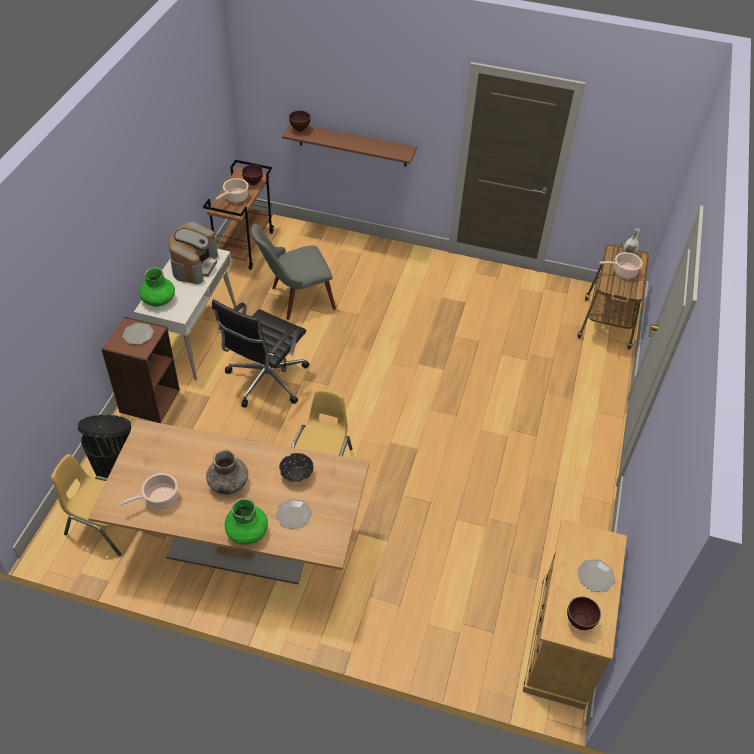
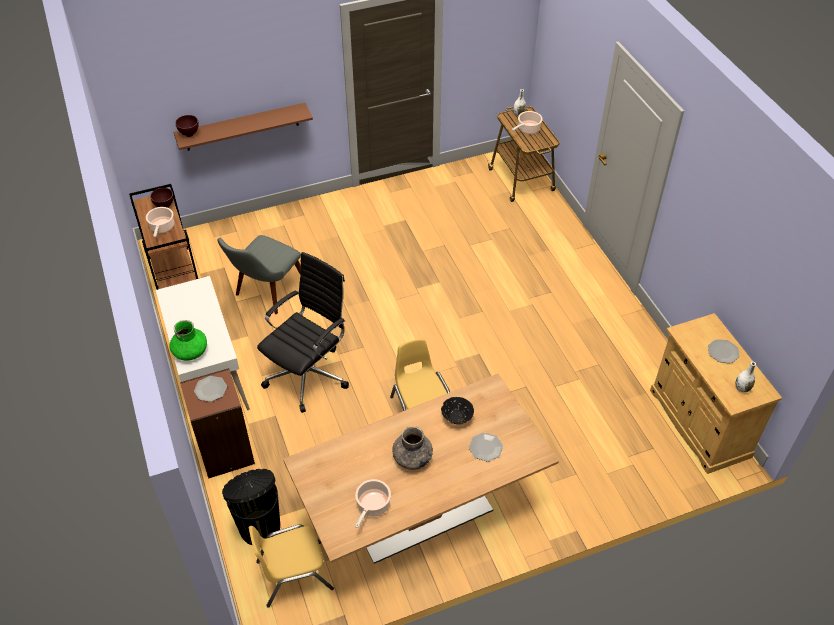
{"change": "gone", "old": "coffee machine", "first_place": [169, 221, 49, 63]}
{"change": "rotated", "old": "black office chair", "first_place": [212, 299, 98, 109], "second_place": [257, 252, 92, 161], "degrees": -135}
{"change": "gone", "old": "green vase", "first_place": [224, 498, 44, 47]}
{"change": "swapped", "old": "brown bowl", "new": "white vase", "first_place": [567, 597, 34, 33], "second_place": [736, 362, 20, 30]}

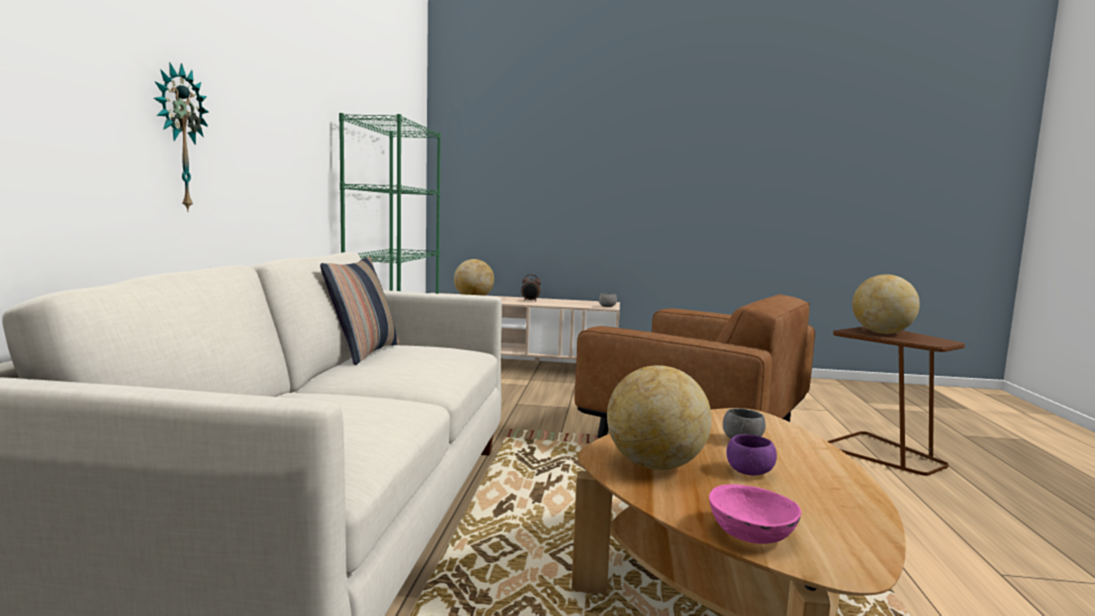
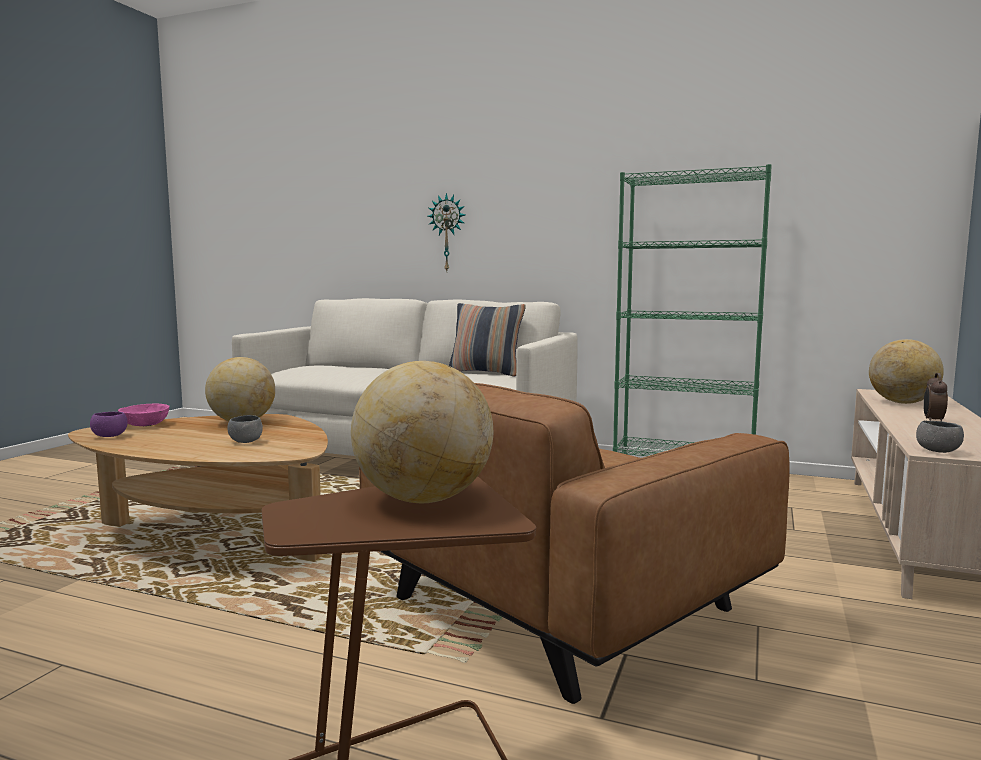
{"change": "shifted", "old": "purple bowl", "first_place": [726, 434, 51, 41], "second_place": [90, 412, 38, 25]}

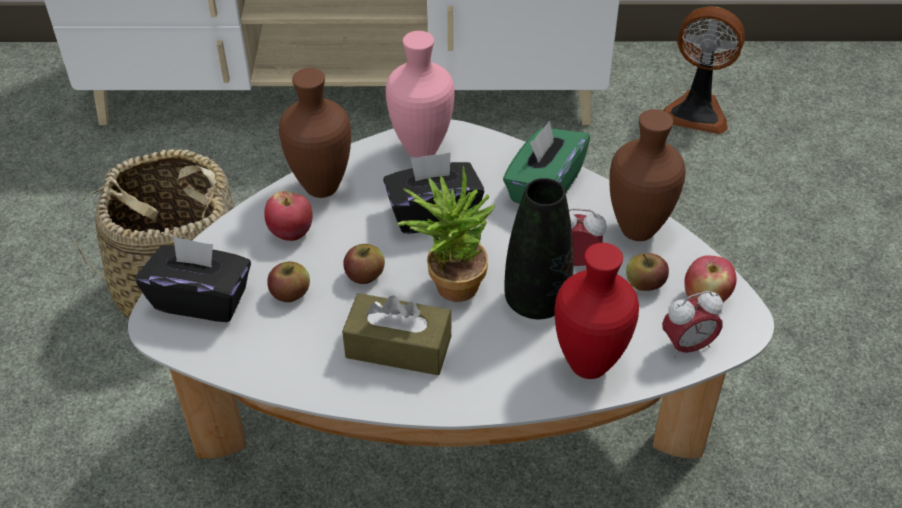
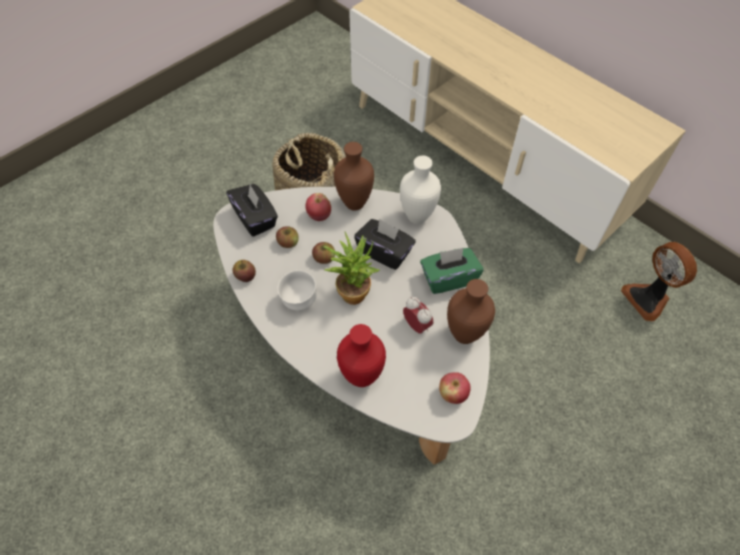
{"change": "repainted", "old": "pink vase", "new": "white vase", "first_place": [386, 31, 69, 127], "second_place": [400, 156, 41, 68]}
{"change": "gone", "old": "black vase", "first_place": [505, 178, 69, 141]}
{"change": "shifted", "old": "apple", "first_place": [626, 253, 43, 38], "second_place": [233, 260, 23, 22]}
{"change": "gone", "old": "alarm clock", "first_place": [662, 291, 61, 67]}
{"change": "swapped", "old": "brown tissue box", "new": "white bowl", "first_place": [342, 293, 110, 82], "second_place": [277, 270, 40, 40]}

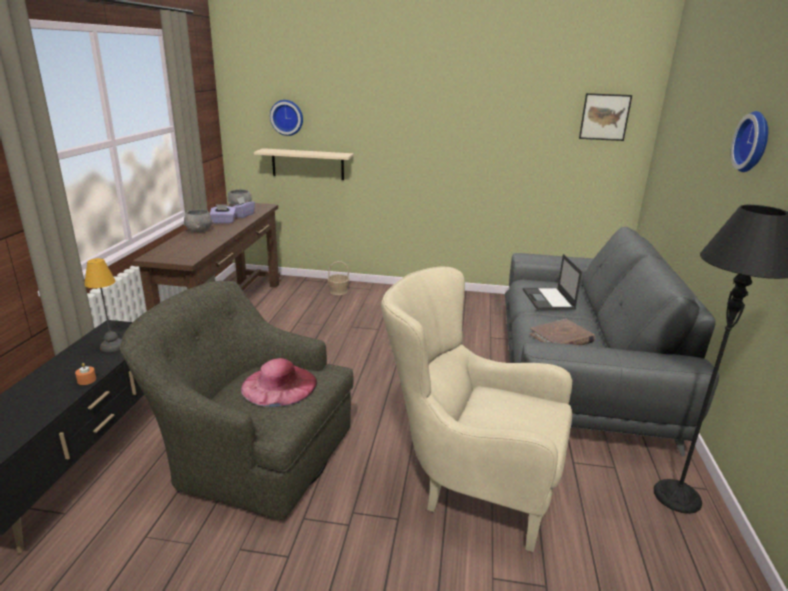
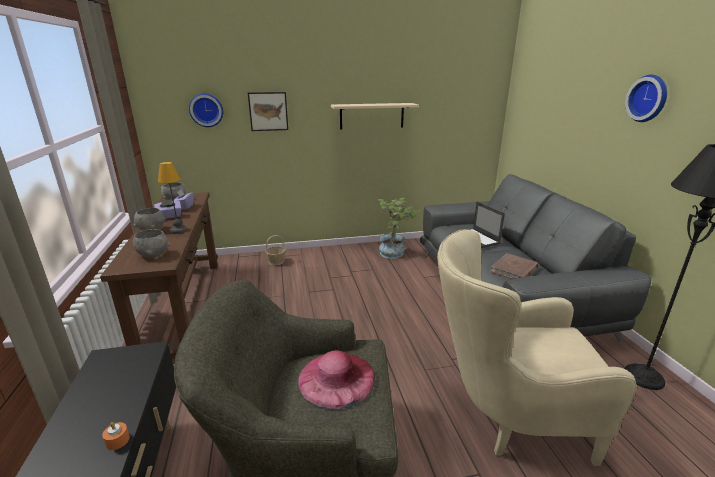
{"change": "shifted", "old": "picture", "first_place": [579, 93, 53, 48], "second_place": [248, 92, 40, 39]}
{"change": "shifted", "old": "beige shelf", "first_place": [254, 148, 100, 32], "second_place": [331, 103, 88, 26]}
{"change": "shifted", "old": "table lamp", "first_place": [84, 258, 38, 94], "second_place": [158, 162, 30, 72]}
{"change": "new", "new": "potted plant", "second_place": [378, 198, 41, 61]}
{"change": "new", "new": "grey bowl", "second_place": [133, 229, 37, 29]}

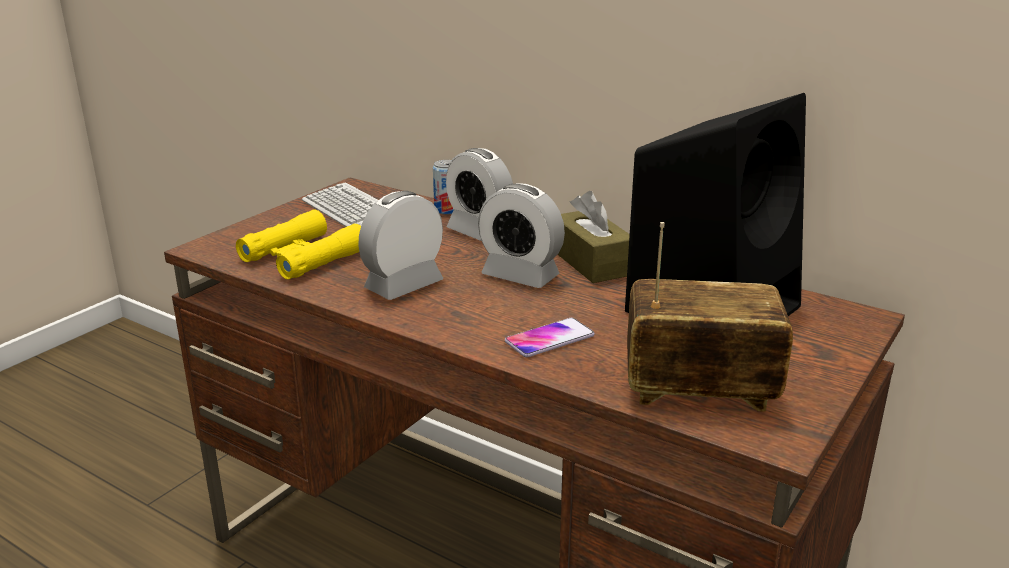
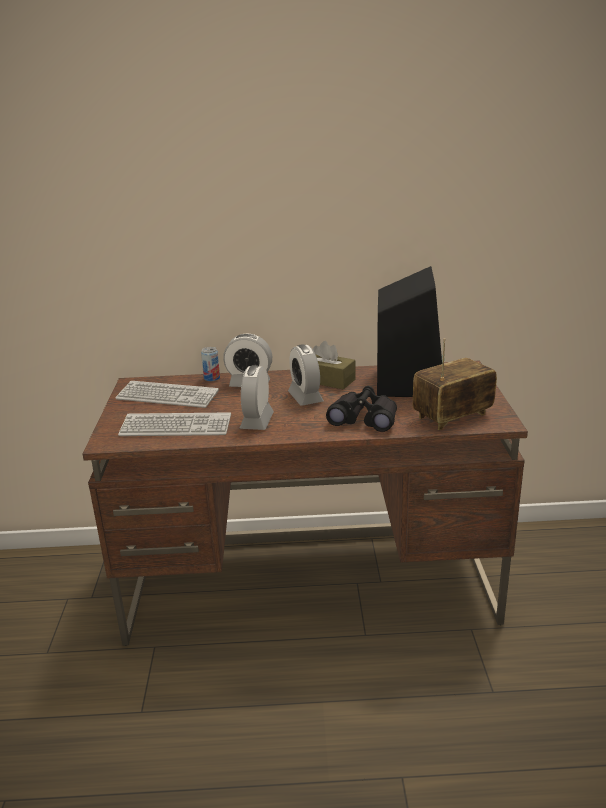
{"change": "rotated", "old": "alarm clock", "first_place": [478, 183, 87, 105], "second_place": [288, 344, 36, 62], "degrees": 75}
{"change": "swapped", "old": "yellow binoculars", "new": "keyboard", "first_place": [236, 210, 125, 69], "second_place": [118, 413, 113, 23]}
{"change": "swapped", "old": "phone", "new": "black binoculars", "first_place": [505, 318, 90, 39], "second_place": [326, 386, 71, 46]}

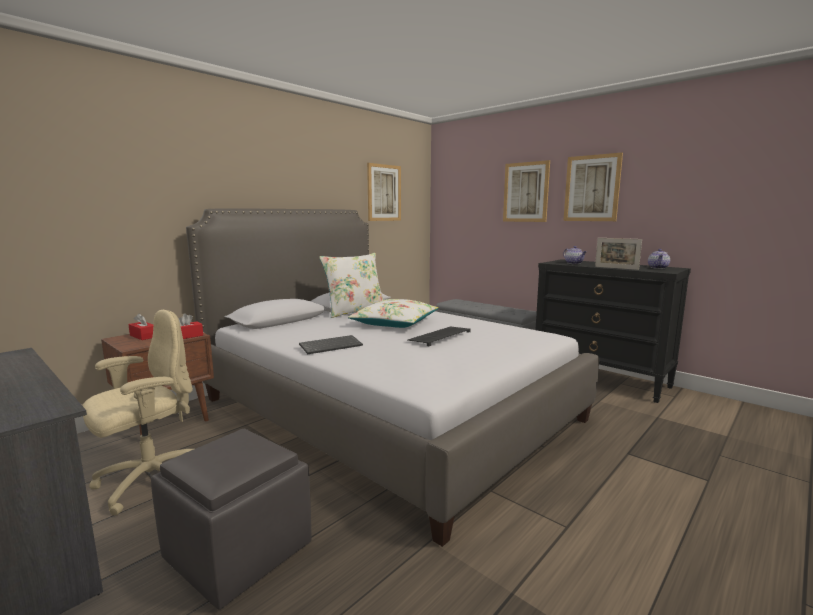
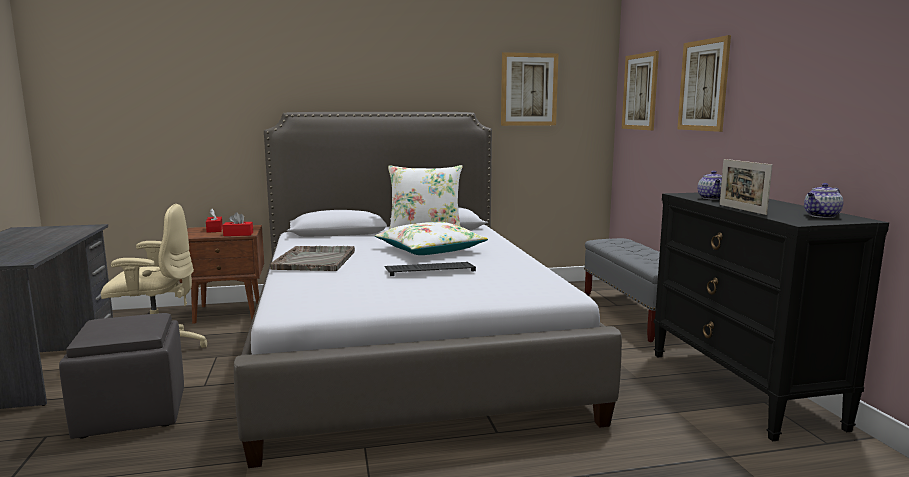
{"change": "shifted", "old": "picture", "first_place": [564, 152, 59, 69], "second_place": [622, 51, 37, 79]}
{"change": "swapped", "old": "keyboard", "new": "grey tray", "first_place": [299, 335, 64, 19], "second_place": [270, 246, 85, 25]}

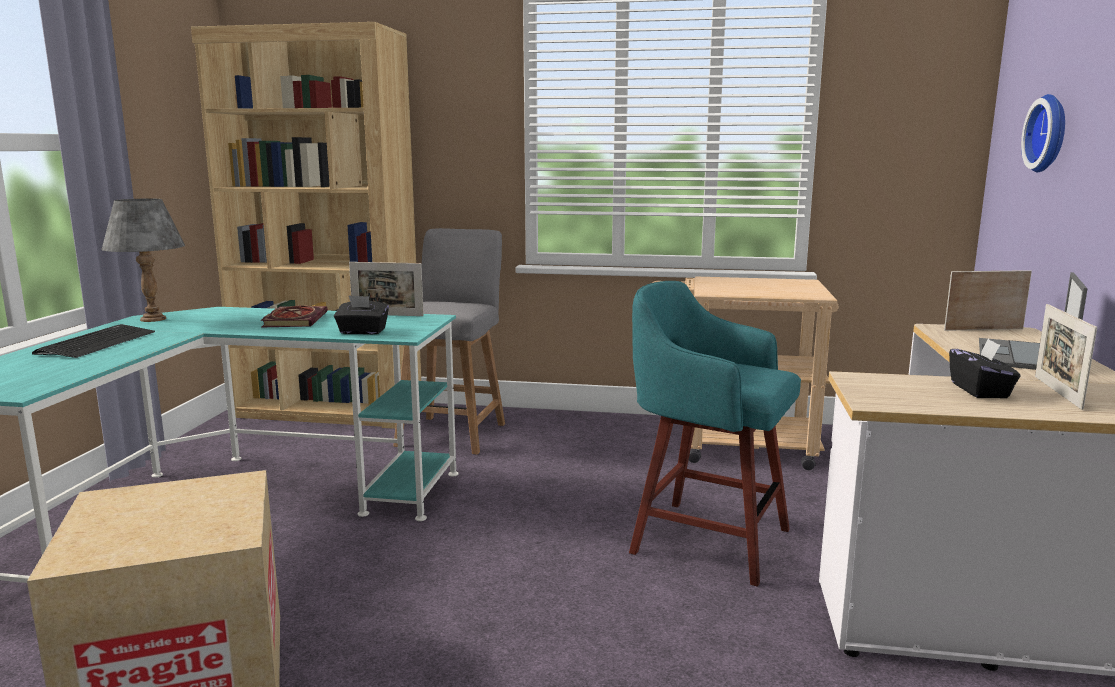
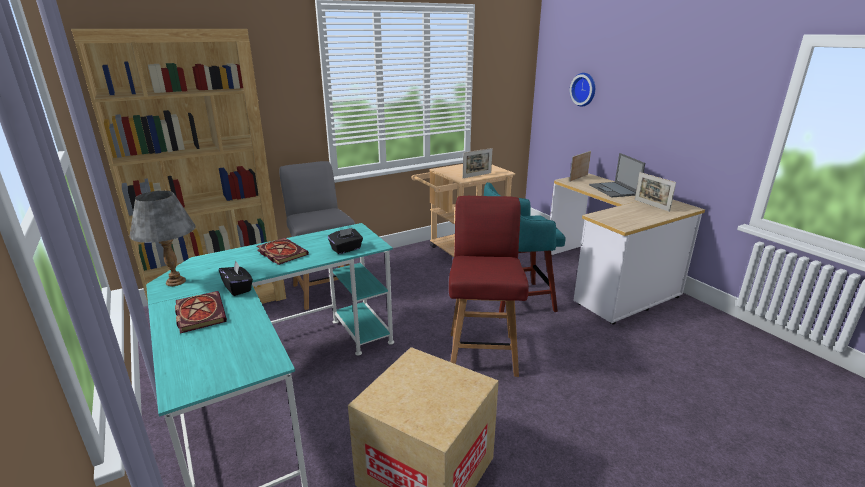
{"change": "shifted", "old": "picture frame", "first_place": [349, 262, 75, 54], "second_place": [463, 148, 29, 30]}
{"change": "swapped", "old": "keyboard", "new": "book", "first_place": [32, 324, 123, 34], "second_place": [175, 291, 52, 42]}
{"change": "shifted", "old": "black tissue box", "first_place": [949, 338, 71, 60], "second_place": [219, 260, 34, 36]}
{"change": "new", "new": "red chair", "second_place": [449, 196, 80, 181]}

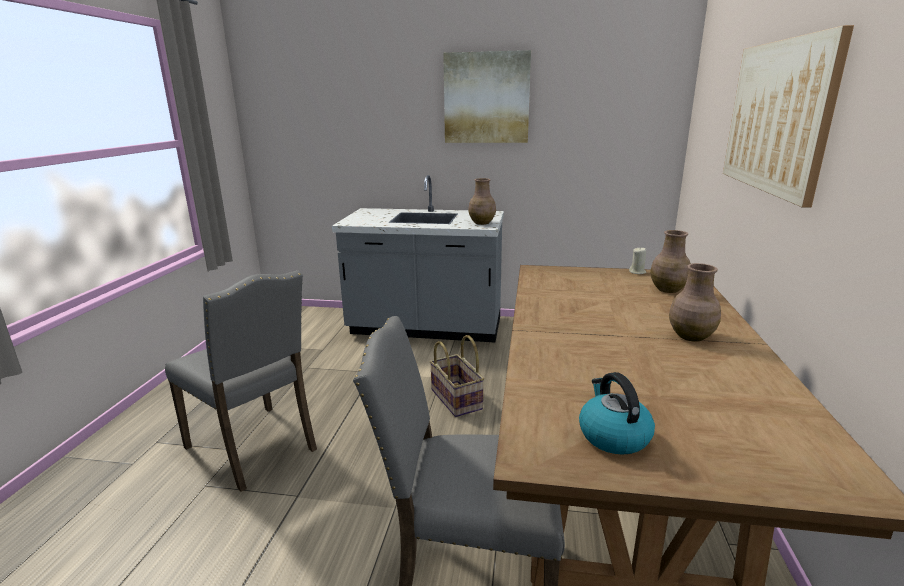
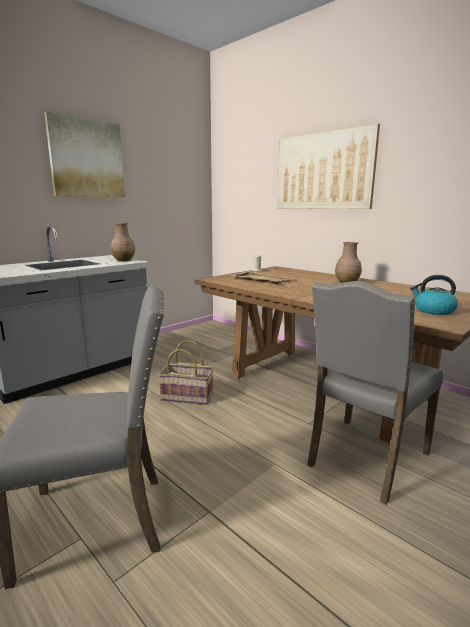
{"change": "gone", "old": "brown vase", "first_place": [650, 230, 41, 63]}
{"change": "new", "new": "beige tray", "second_place": [230, 271, 65, 13]}

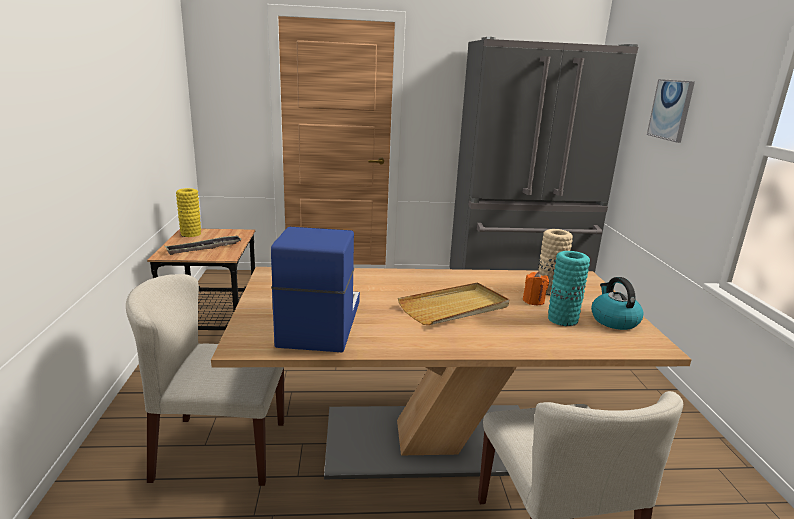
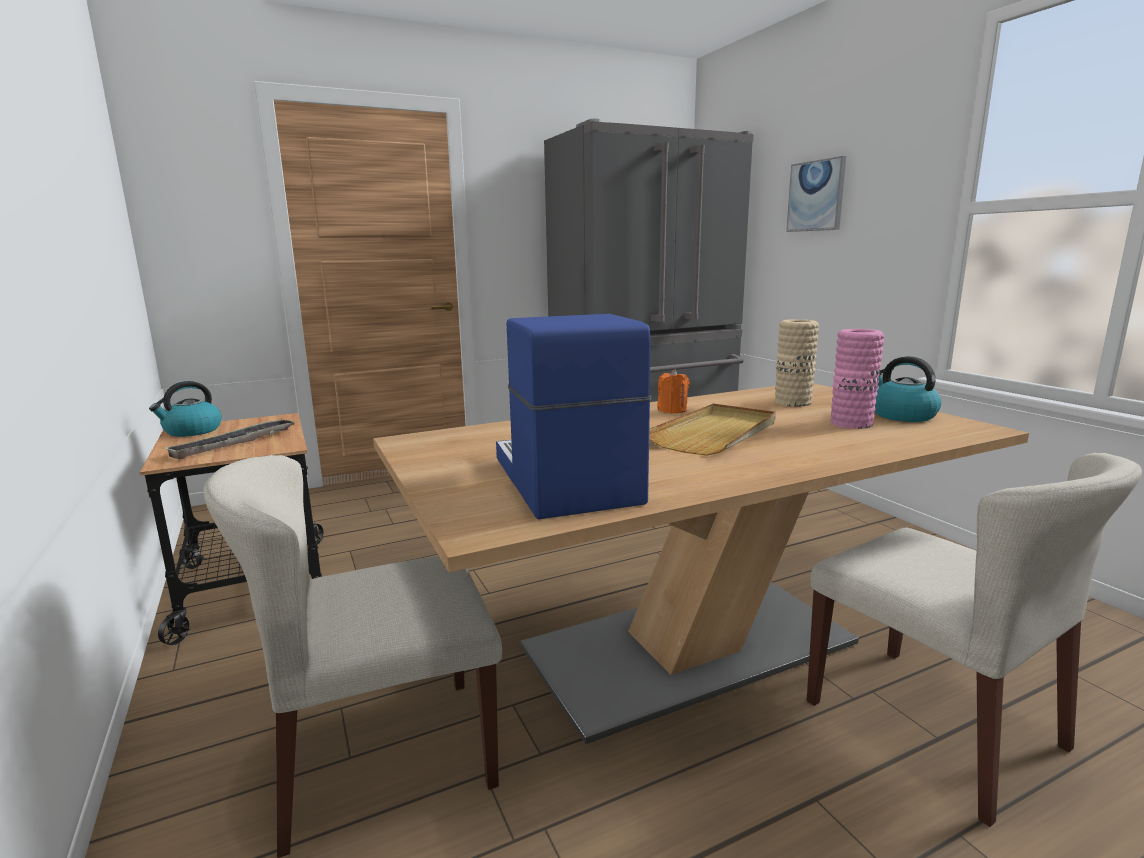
{"change": "swapped", "old": "yellow vase", "new": "kettle", "first_place": [176, 188, 25, 49], "second_place": [149, 381, 72, 56]}
{"change": "repainted", "old": "turquoise vase", "new": "pink vase", "first_place": [548, 251, 42, 75], "second_place": [831, 329, 53, 100]}
{"change": "shifted", "old": "orange candle", "first_place": [523, 272, 26, 33], "second_place": [657, 369, 33, 44]}

